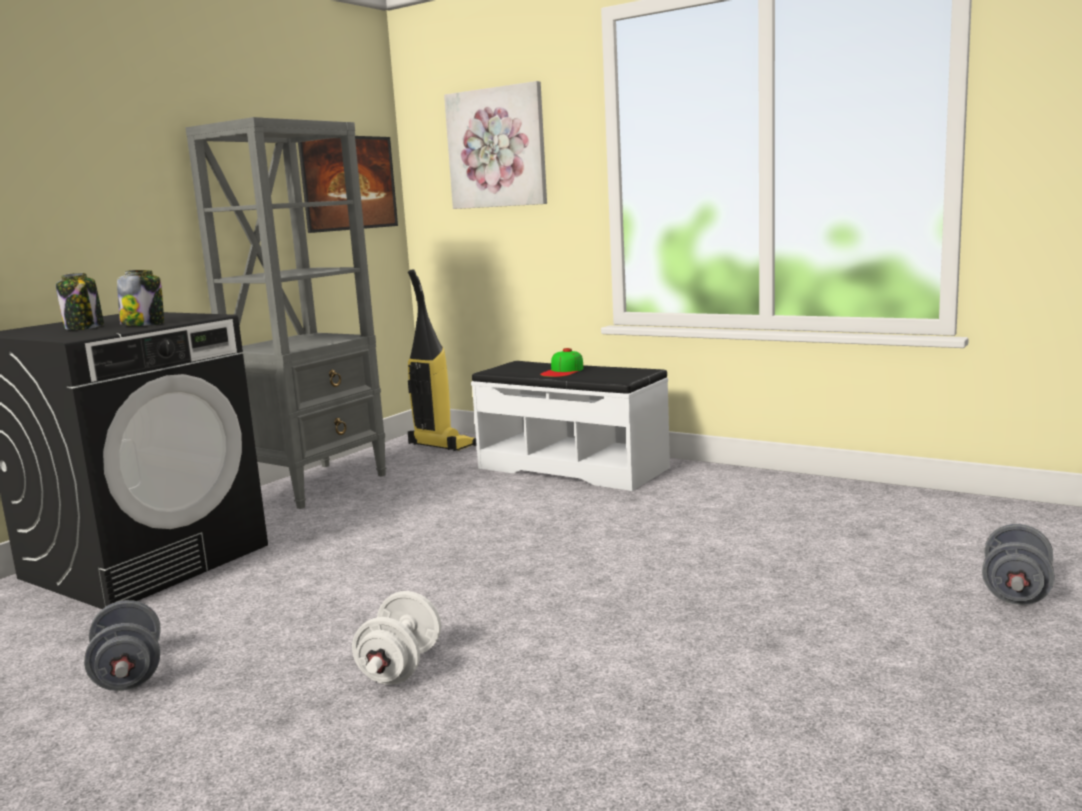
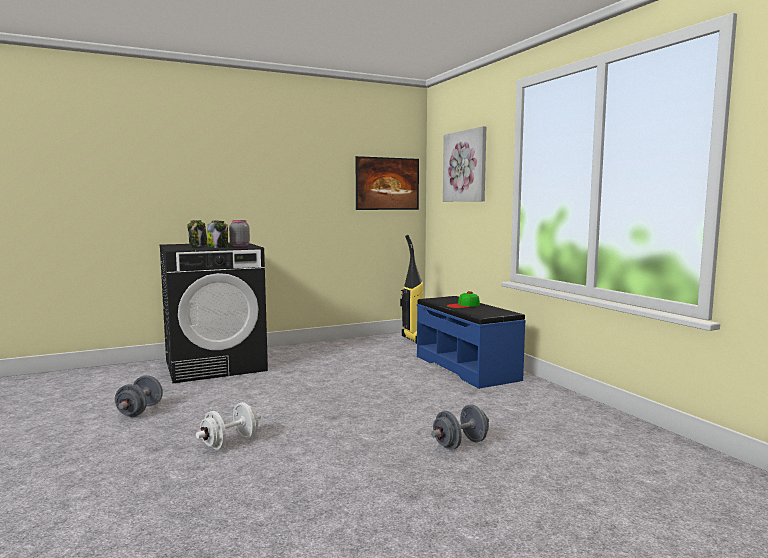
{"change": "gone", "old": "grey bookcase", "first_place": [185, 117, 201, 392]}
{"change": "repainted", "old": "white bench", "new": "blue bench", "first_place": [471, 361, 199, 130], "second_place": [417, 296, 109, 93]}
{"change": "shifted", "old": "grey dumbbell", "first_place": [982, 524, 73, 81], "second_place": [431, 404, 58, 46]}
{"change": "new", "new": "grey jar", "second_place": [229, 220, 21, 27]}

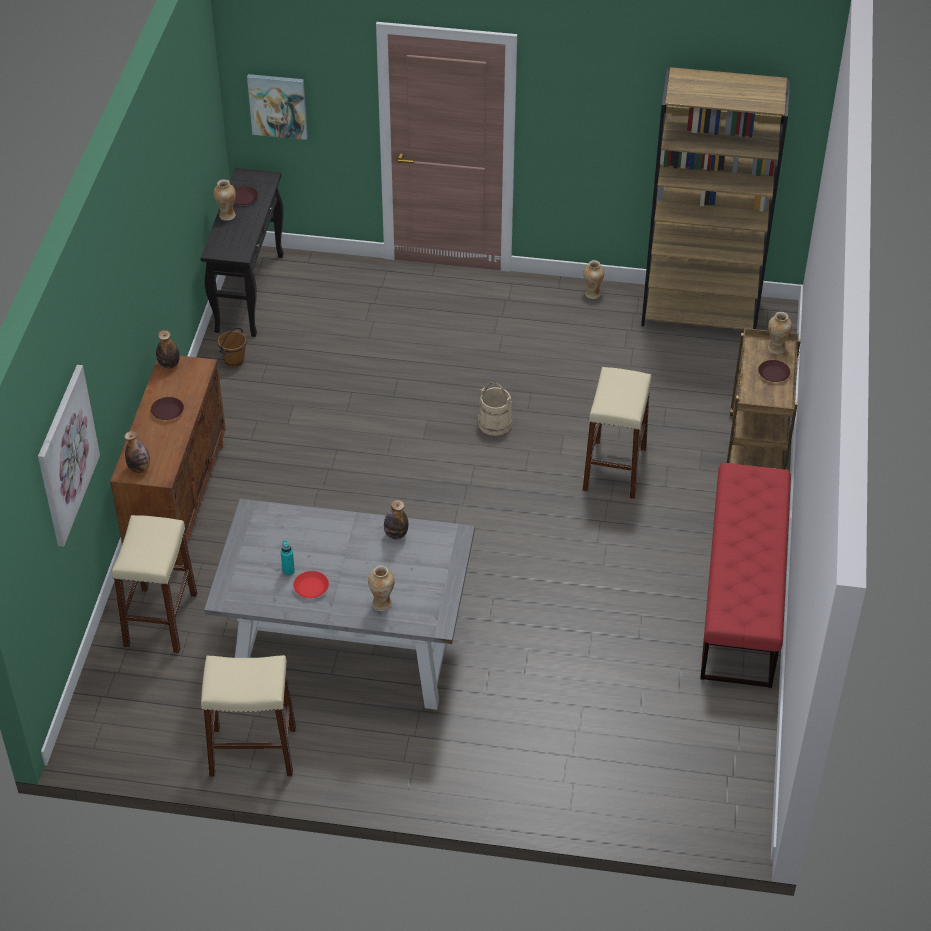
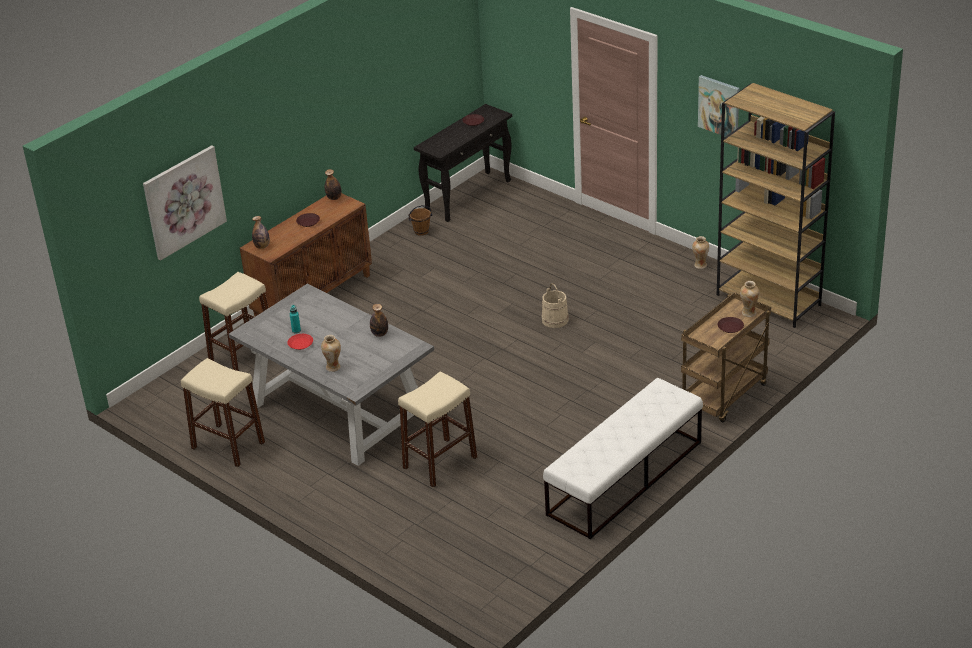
{"change": "shifted", "old": "picture", "first_place": [247, 74, 61, 66], "second_place": [698, 75, 41, 62]}
{"change": "gone", "old": "vase", "first_place": [213, 179, 23, 42]}
{"change": "shifted", "old": "beige stool", "first_place": [582, 367, 70, 132], "second_place": [398, 371, 79, 117]}
{"change": "repainted", "old": "red bench", "new": "white bench", "first_place": [700, 463, 91, 225], "second_place": [543, 378, 160, 162]}

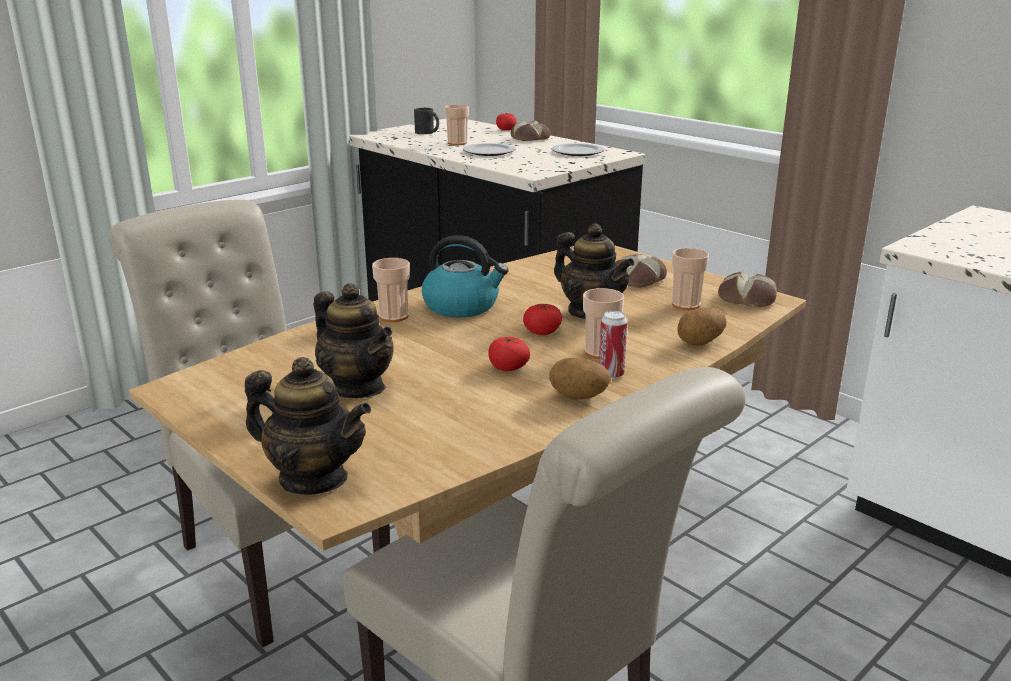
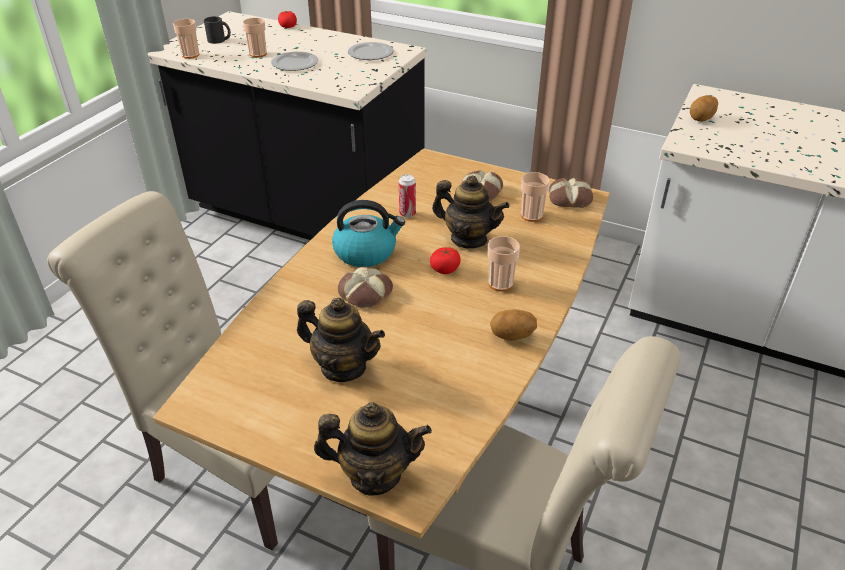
{"change": "shifted", "old": "bread", "first_place": [511, 120, 40, 21], "second_place": [338, 267, 55, 41]}
{"change": "shifted", "old": "cup", "first_place": [372, 258, 38, 64], "second_place": [173, 19, 26, 40]}
{"change": "shifted", "old": "potato", "first_place": [677, 308, 50, 38], "second_place": [690, 95, 28, 27]}
{"change": "shifted", "old": "can", "first_place": [599, 311, 28, 68], "second_place": [399, 174, 17, 44]}
{"change": "gone", "old": "tomato", "first_place": [488, 336, 42, 35]}

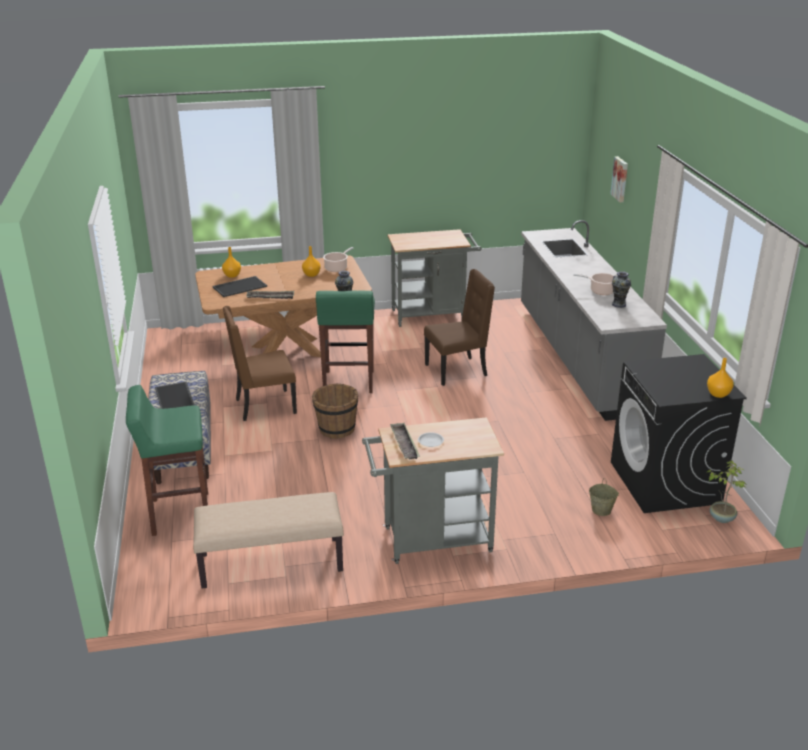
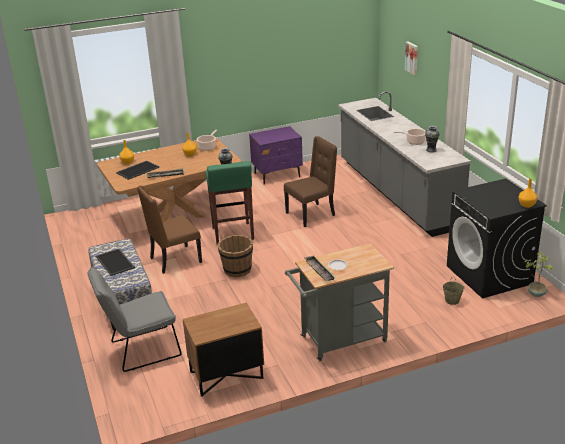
{"change": "swapped", "old": "grey cart", "new": "purple nightstand", "first_place": [388, 229, 93, 98], "second_place": [249, 126, 54, 59]}
{"change": "swapped", "old": "green stool", "new": "grey chair", "first_place": [126, 385, 82, 151], "second_place": [88, 267, 94, 105]}
{"change": "swapped", "old": "beige bench", "new": "brown nightstand", "first_place": [193, 492, 151, 97], "second_place": [183, 303, 81, 94]}

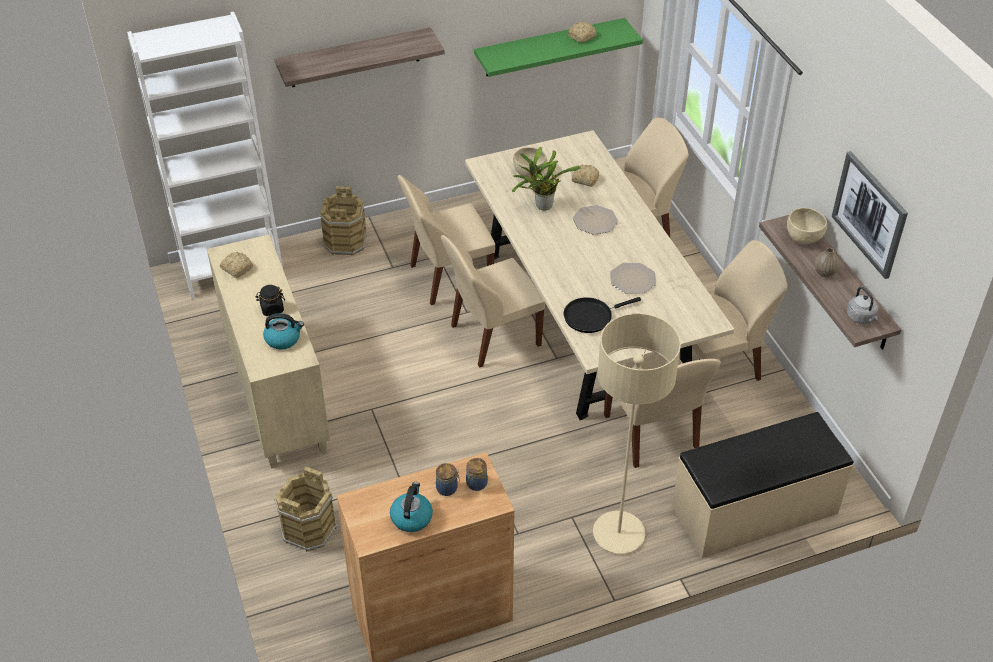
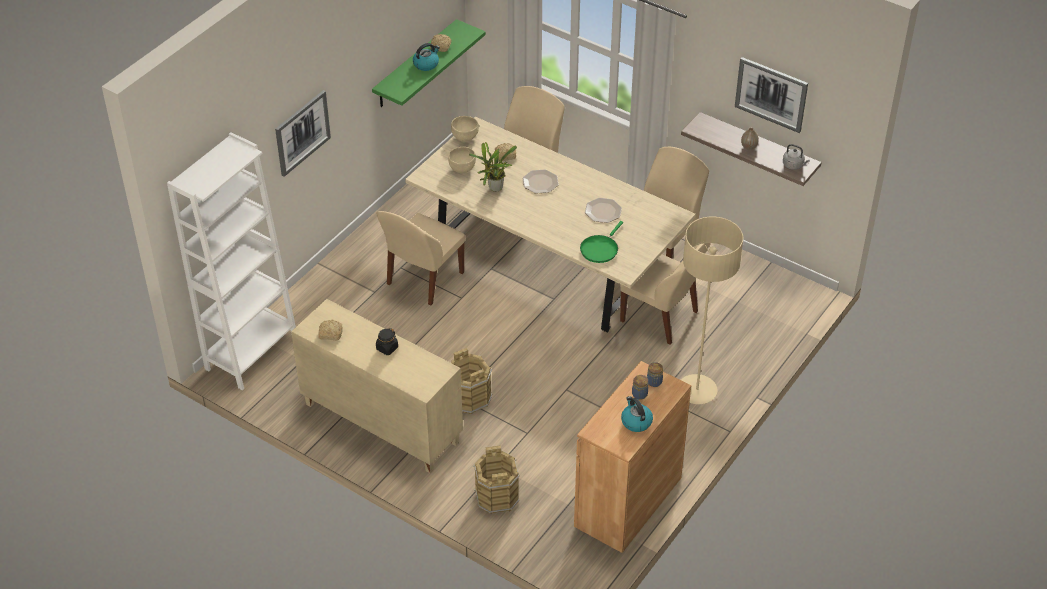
{"change": "swapped", "old": "shelf", "new": "picture", "first_place": [274, 27, 171, 60], "second_place": [275, 90, 56, 87]}
{"change": "shifted", "old": "brown bucket", "first_place": [319, 186, 48, 69], "second_place": [450, 348, 42, 66]}
{"change": "shifted", "old": "beige bowl", "first_place": [787, 208, 40, 36], "second_place": [451, 116, 28, 26]}
{"change": "gone", "old": "beige chair", "first_place": [441, 235, 104, 133]}
{"change": "repainted", "old": "black frying pan", "new": "green frying pan", "first_place": [564, 297, 77, 36], "second_place": [580, 221, 43, 42]}
{"change": "shifted", "old": "kettle", "first_place": [263, 313, 41, 36], "second_place": [413, 43, 27, 28]}
{"change": "gone", "old": "beige bench", "first_place": [672, 412, 181, 146]}

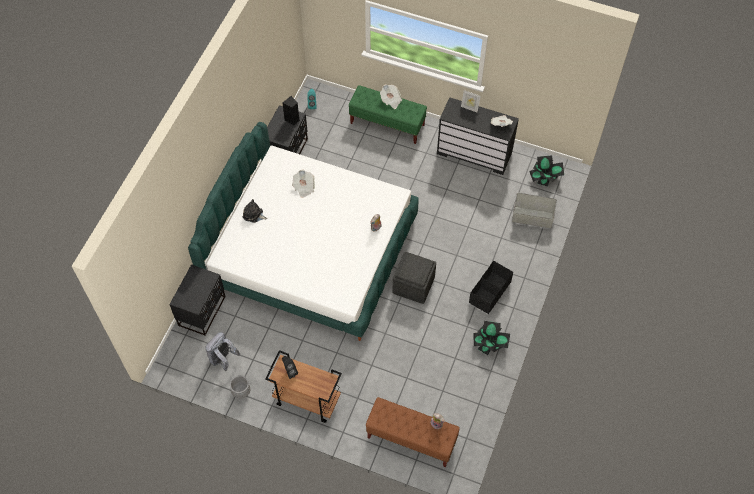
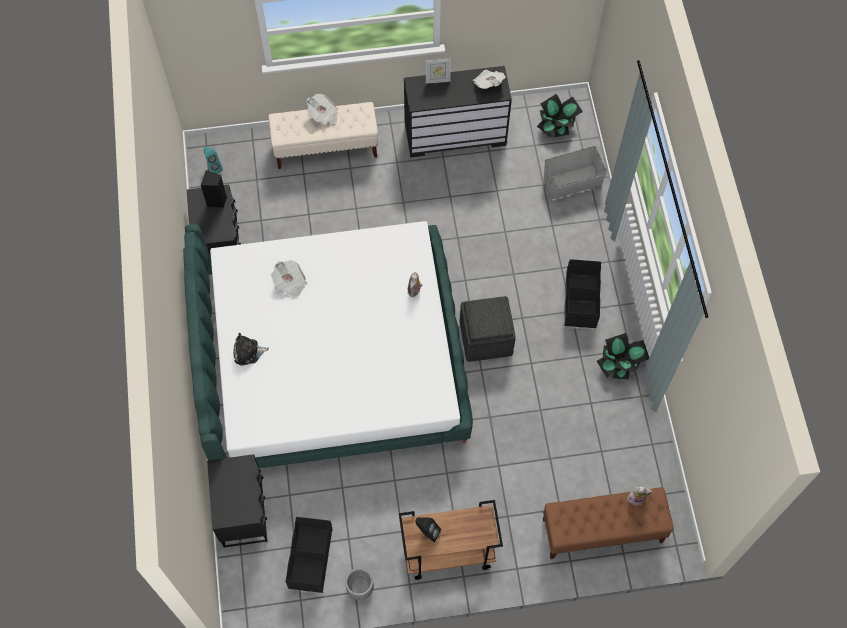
{"change": "repainted", "old": "green bench", "new": "beige bench", "first_place": [349, 85, 78, 59], "second_place": [269, 102, 109, 67]}
{"change": "swapped", "old": "grey backpack", "new": "black storage box", "first_place": [205, 332, 36, 39], "second_place": [285, 517, 48, 76]}

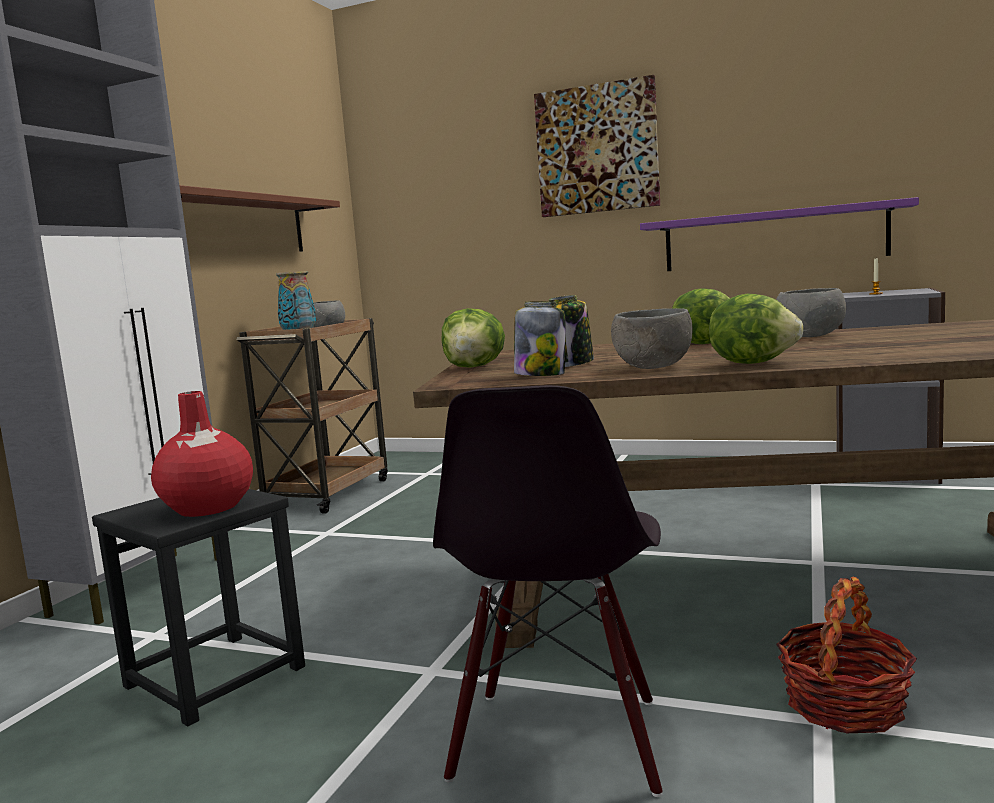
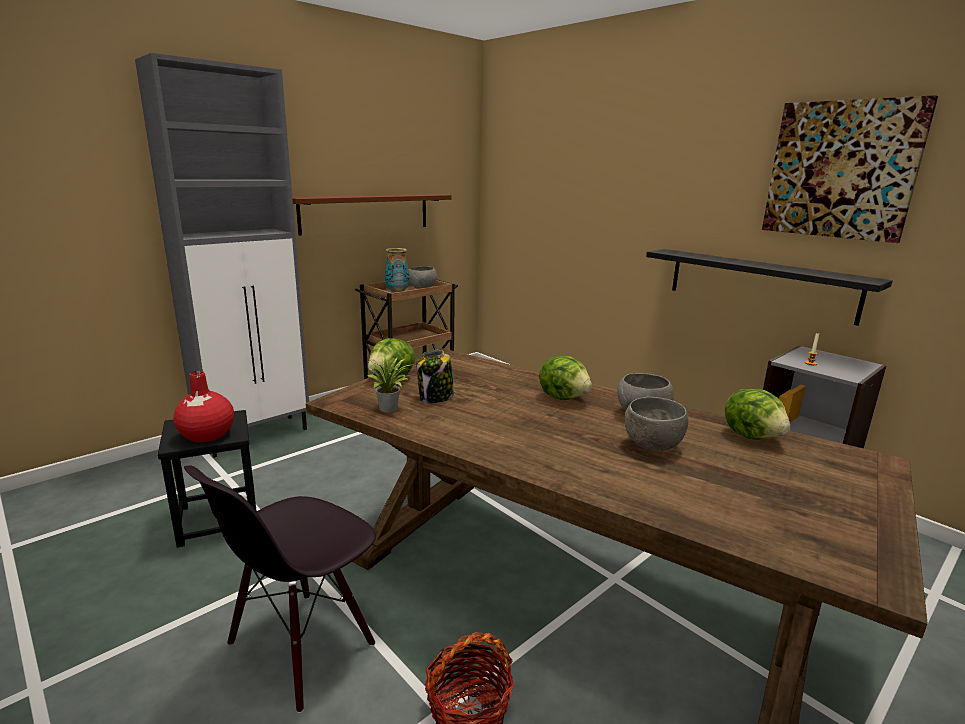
{"change": "shifted", "old": "picture", "first_place": [534, 75, 126, 142], "second_place": [762, 95, 176, 148]}
{"change": "repainted", "old": "purple shelf", "new": "black shelf", "first_place": [640, 197, 279, 74], "second_place": [646, 249, 247, 77]}
{"change": "shifted", "old": "lettuce", "first_place": [709, 294, 94, 70], "second_place": [725, 389, 65, 51]}
{"change": "swapped", "old": "jar", "new": "potted plant", "first_place": [514, 302, 51, 74], "second_place": [367, 355, 45, 57]}
{"change": "shifted", "old": "grey bowl", "first_place": [611, 308, 82, 61], "second_place": [625, 397, 63, 54]}

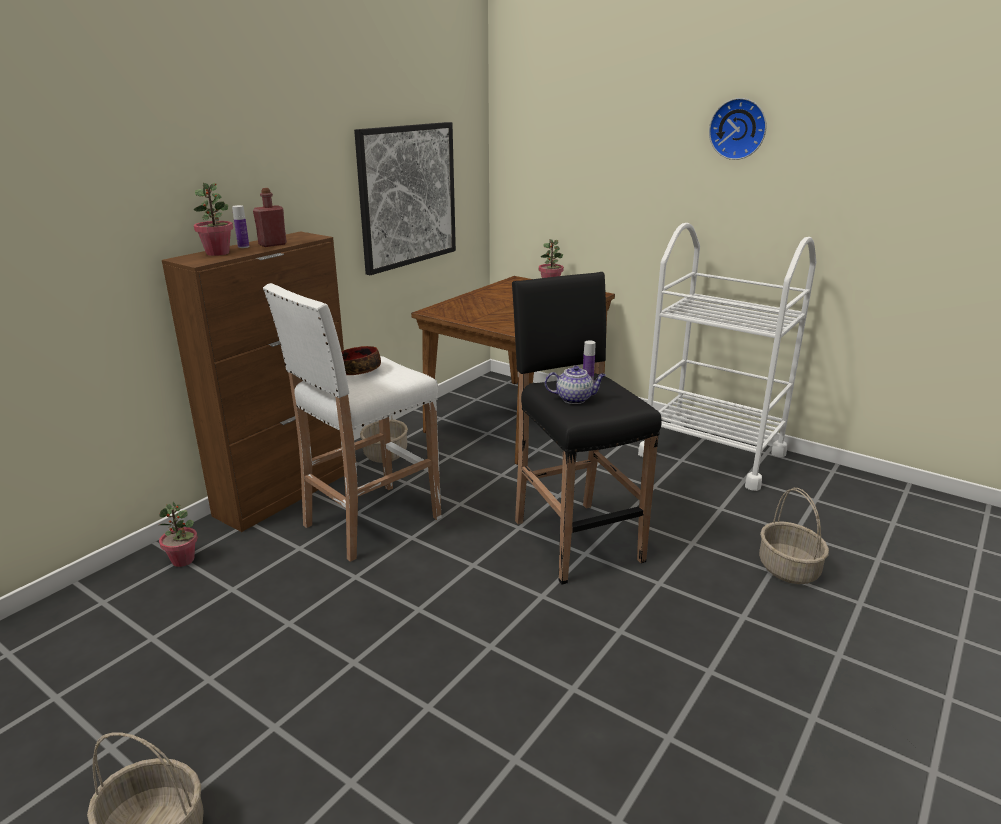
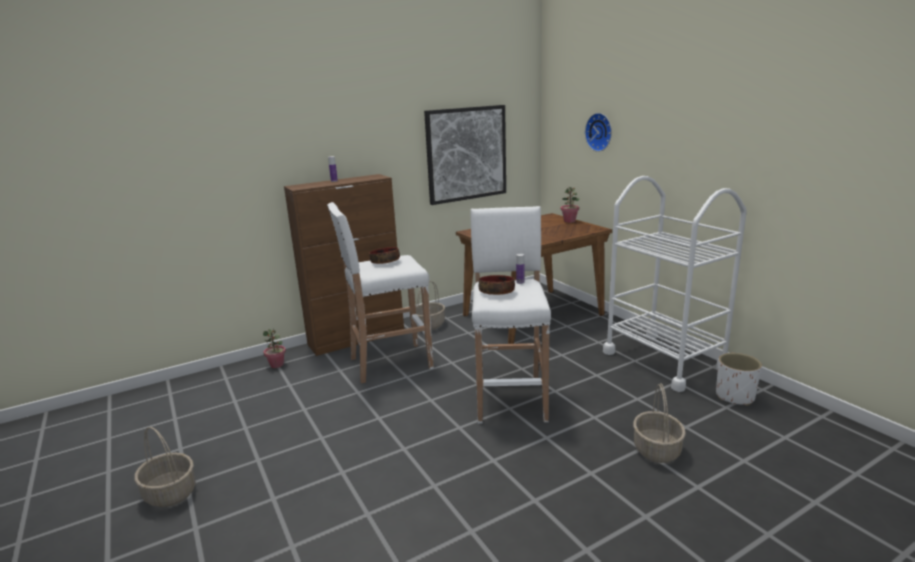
{"change": "shifted", "old": "wall clock", "first_place": [709, 98, 57, 62], "second_place": [585, 113, 27, 39]}
{"change": "gone", "old": "potted plant", "first_place": [194, 182, 39, 74]}
{"change": "gone", "old": "red bottle", "first_place": [253, 188, 34, 59]}
{"change": "repainted", "old": "black stool", "new": "white stool", "first_place": [512, 272, 150, 313], "second_place": [470, 206, 81, 218]}
{"change": "swapped", "old": "teapot", "new": "bowl", "first_place": [545, 366, 61, 38], "second_place": [479, 275, 36, 20]}
{"change": "new", "new": "white planter", "second_place": [716, 353, 46, 53]}

